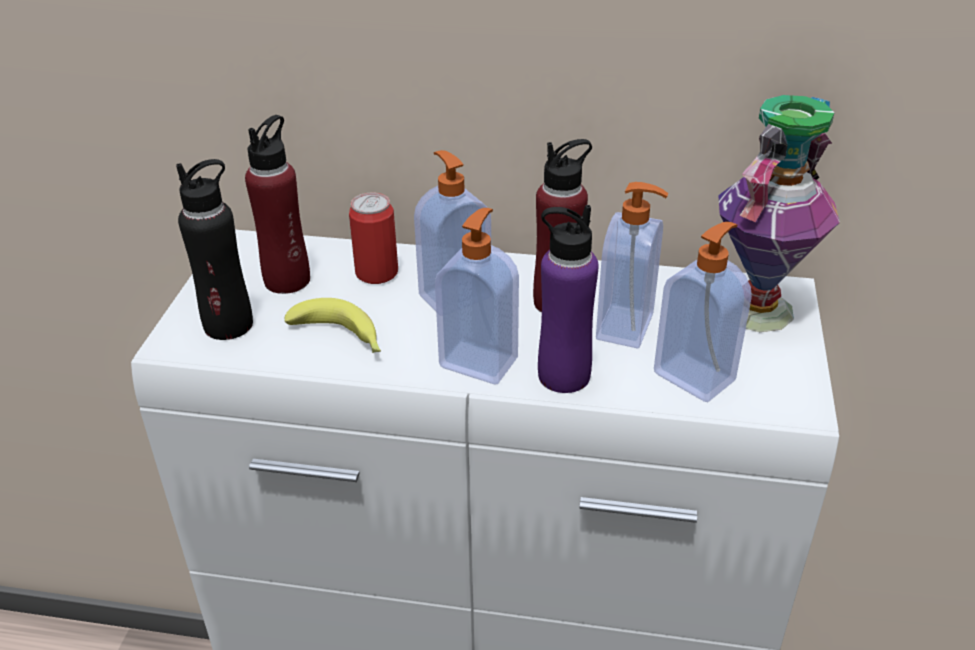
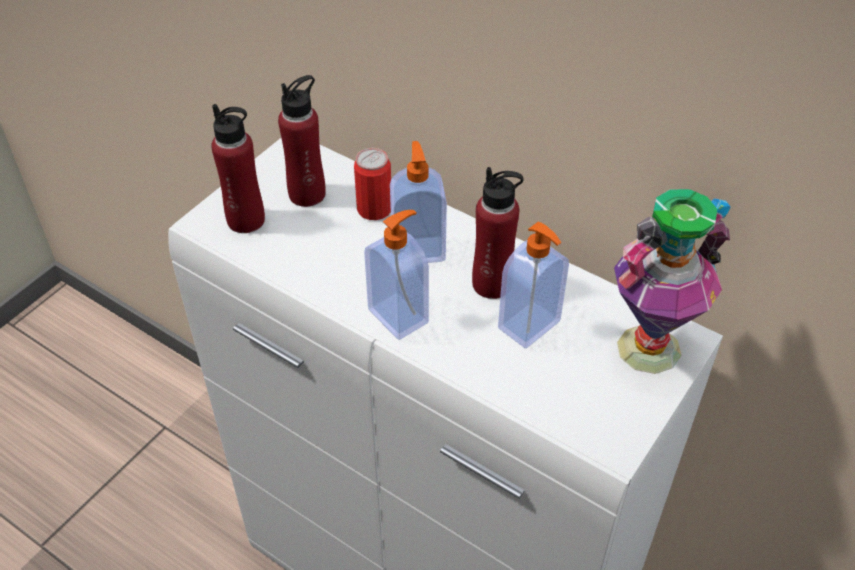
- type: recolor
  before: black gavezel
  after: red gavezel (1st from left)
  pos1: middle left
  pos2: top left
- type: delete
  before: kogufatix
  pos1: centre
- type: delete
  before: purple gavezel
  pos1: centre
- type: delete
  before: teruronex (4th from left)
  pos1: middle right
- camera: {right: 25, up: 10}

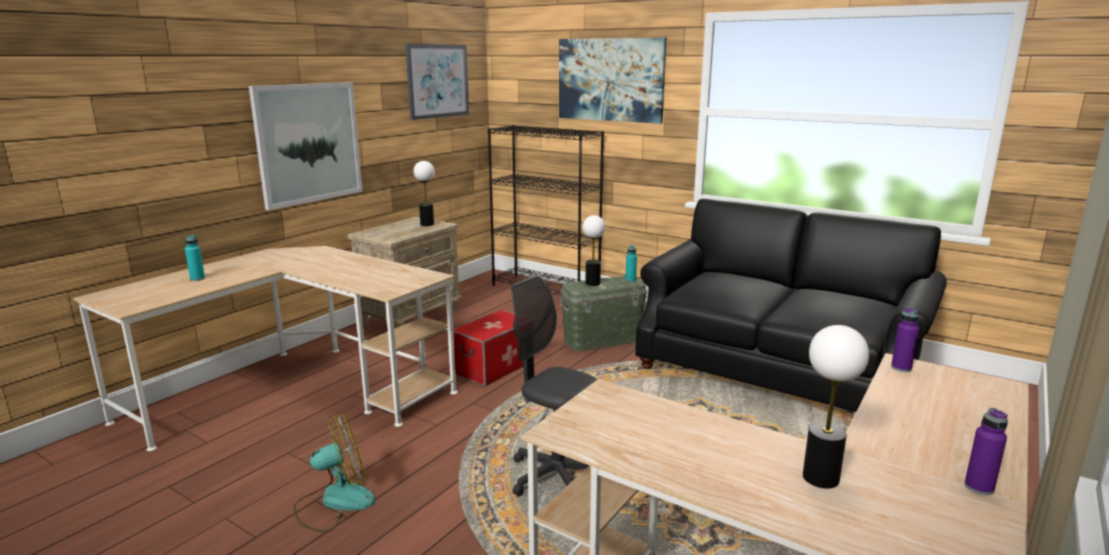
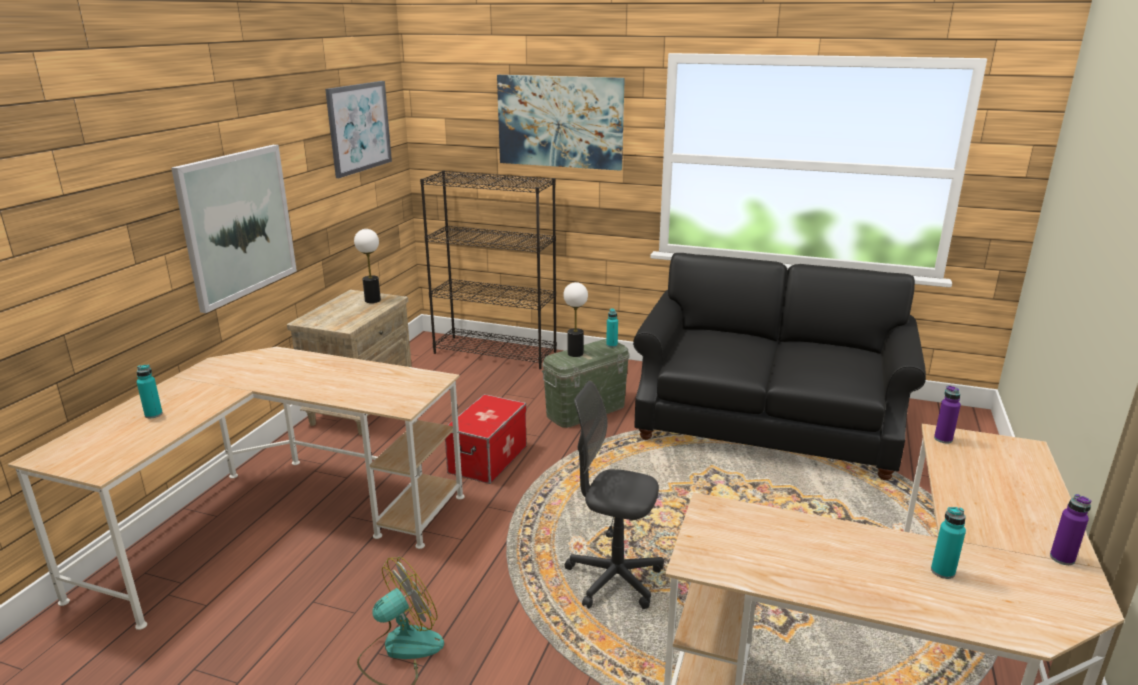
- type: replace
  before: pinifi (3rd from left)
  after: turquoise gavezel (3rd from left)
  pos1: bottom right
  pos2: bottom right
- camera: {right: -15, up: 5}

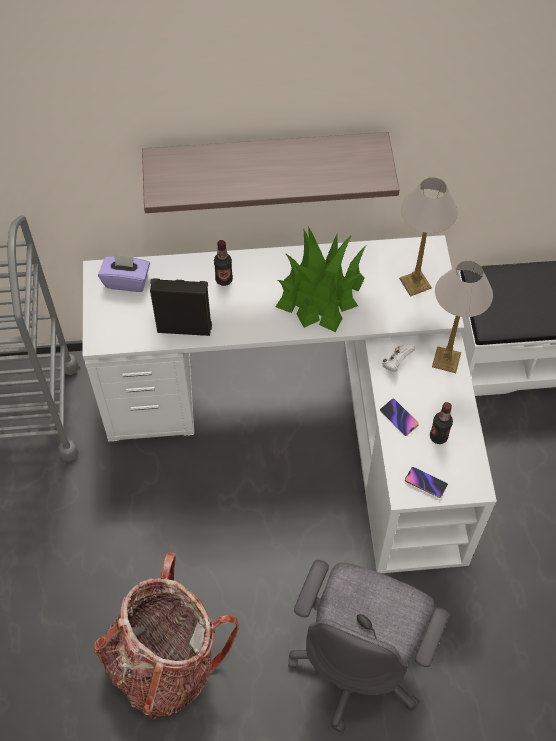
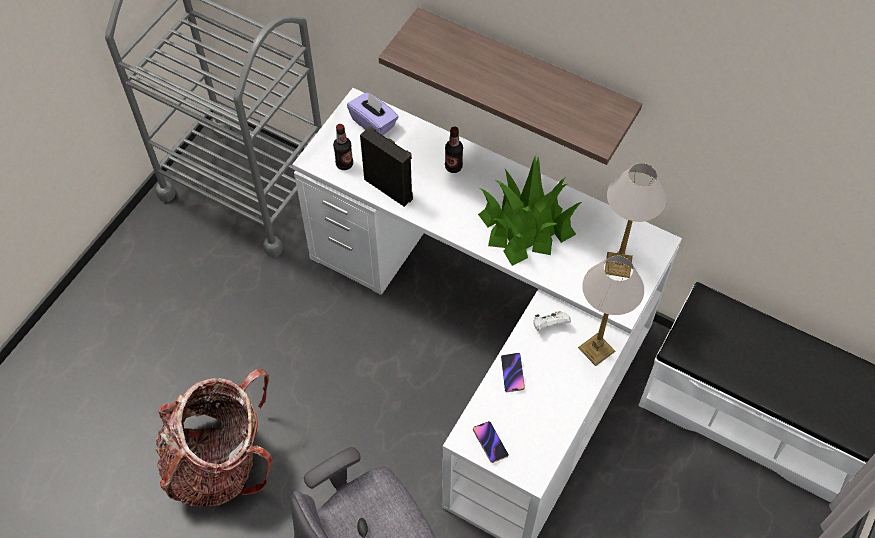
- type: move
  before: gavezel (2nd from left in the first image)
  after: gavezel (1st from left)
  pos1: middle right
  pos2: top centre
- camera: {right: 35, up: 0}

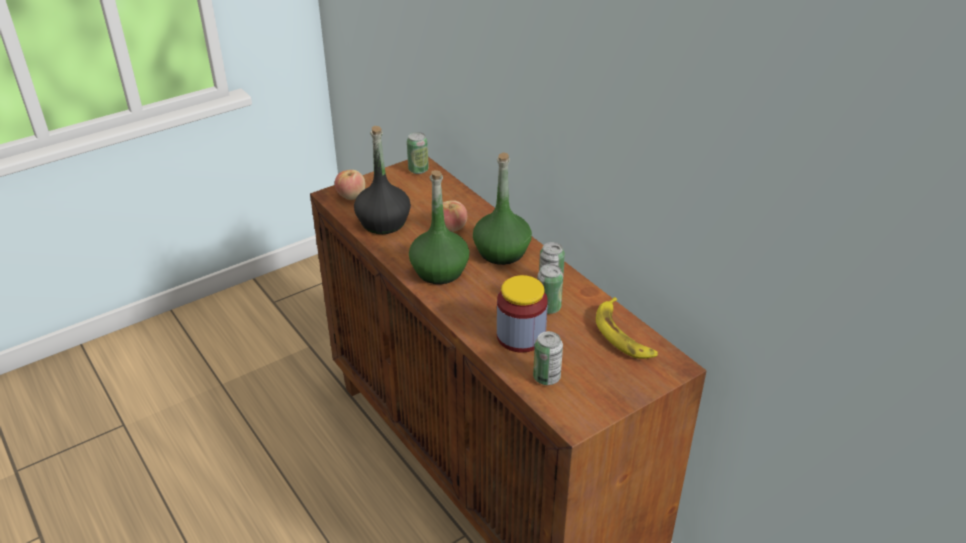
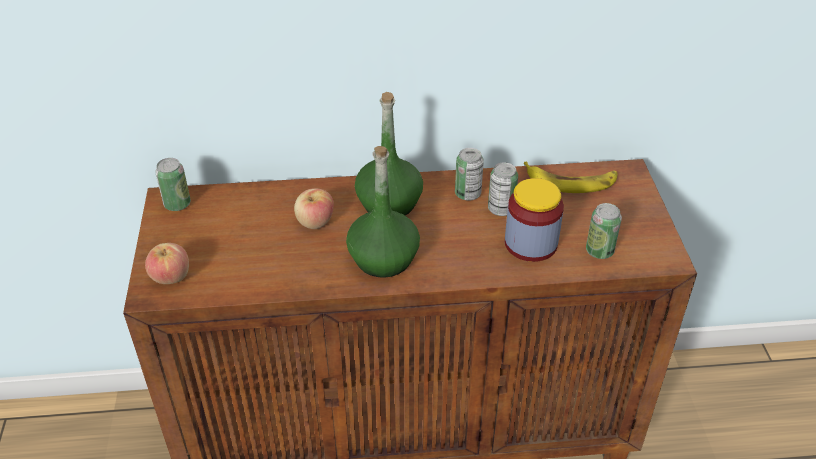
- type: delete
  before: black gavezel
  pos1: top centre
- camera: {right: -60, up: 5}

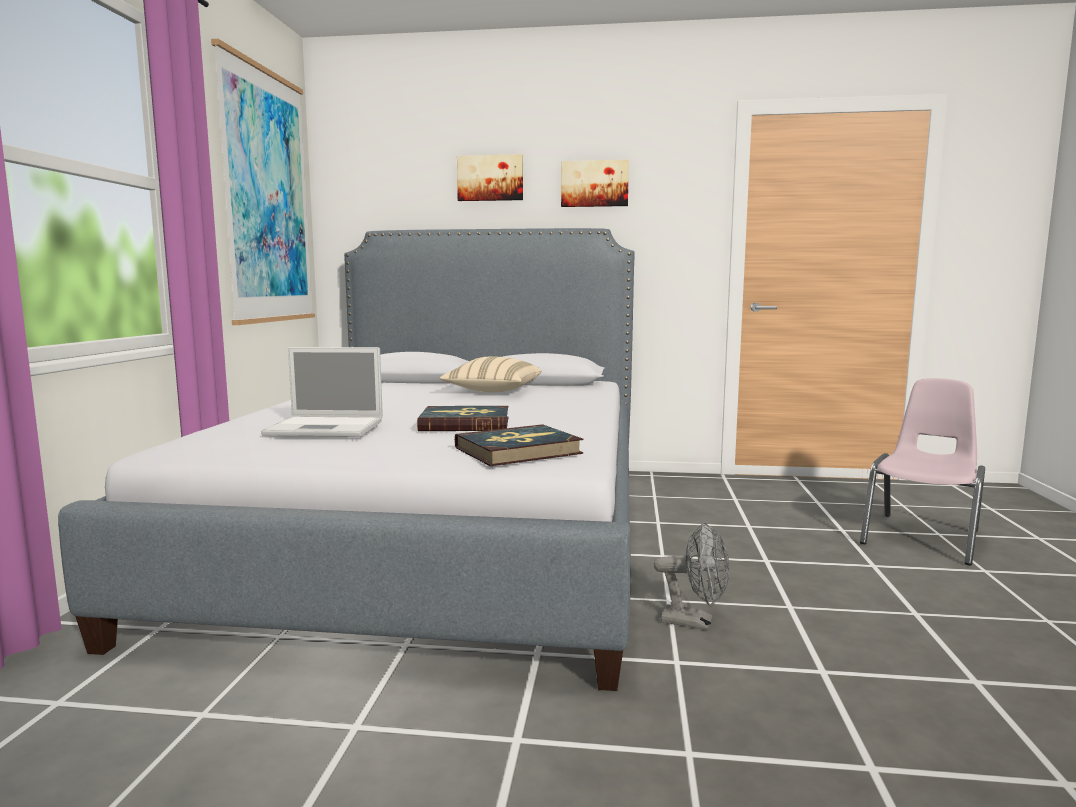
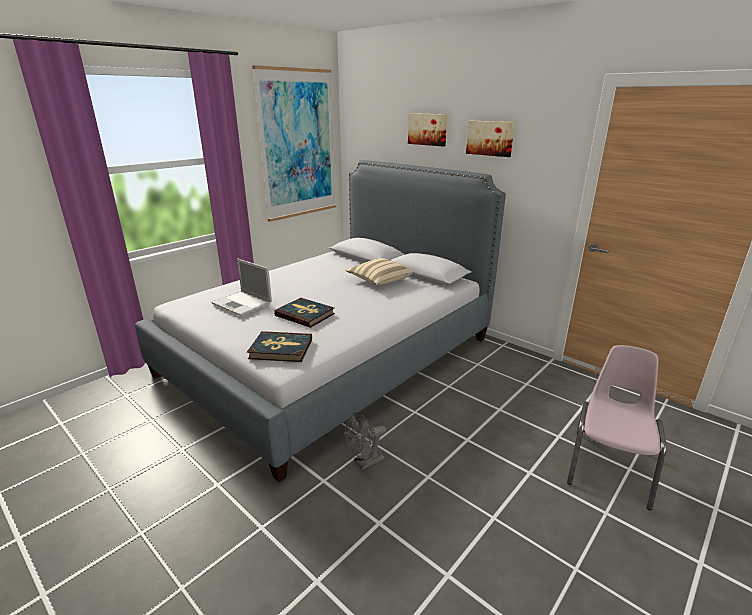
- type: rotate
  before: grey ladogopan
  pos1: bottom centre
  pos2: bottom centre
  turn: 90
- type: rotate
  before: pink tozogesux
  pos1: middle right
  pos2: bottom right
  turn: -45
- camera: {right: 35, up: 15}

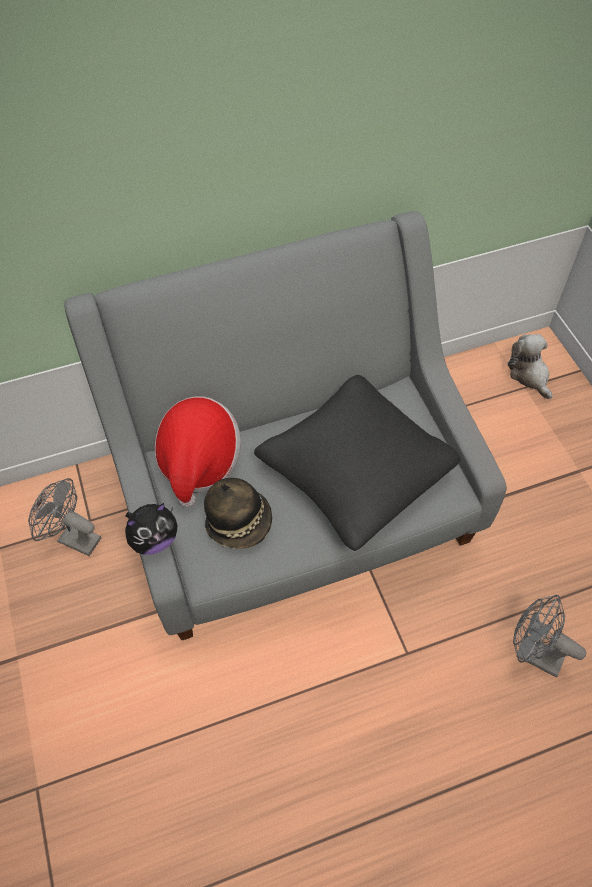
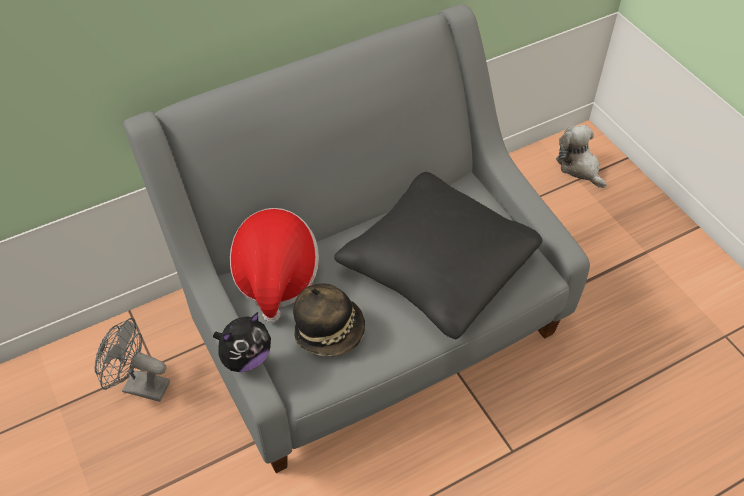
- type: delete
  before: grey ladogopan (2nd from left)
  pos1: bottom right
- camera: {right: -10, up: -5}

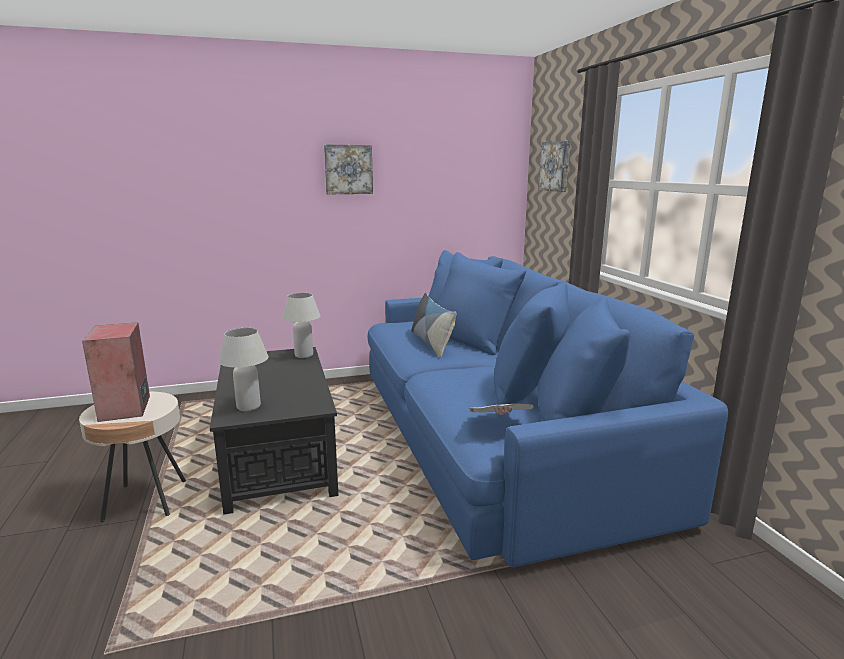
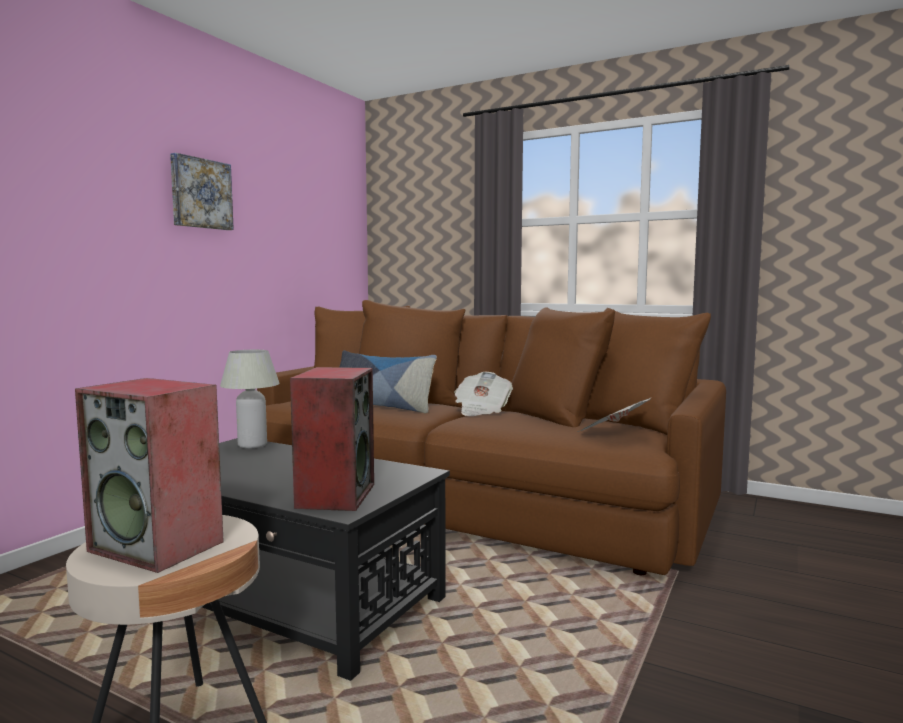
- type: replace
  before: white pinifi (1st from left)
  after: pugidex (2nd from left)
  pos1: middle left
  pos2: centre
- type: recolor
  before: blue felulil
  after: brown felulil
  pos1: centre
  pos2: centre
- type: delete
  before: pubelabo (2nd from left)
  pos1: top centre
- type: insert
  after: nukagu (1st from left)
  pos2: centre
- camera: {right: -45, up: -10}

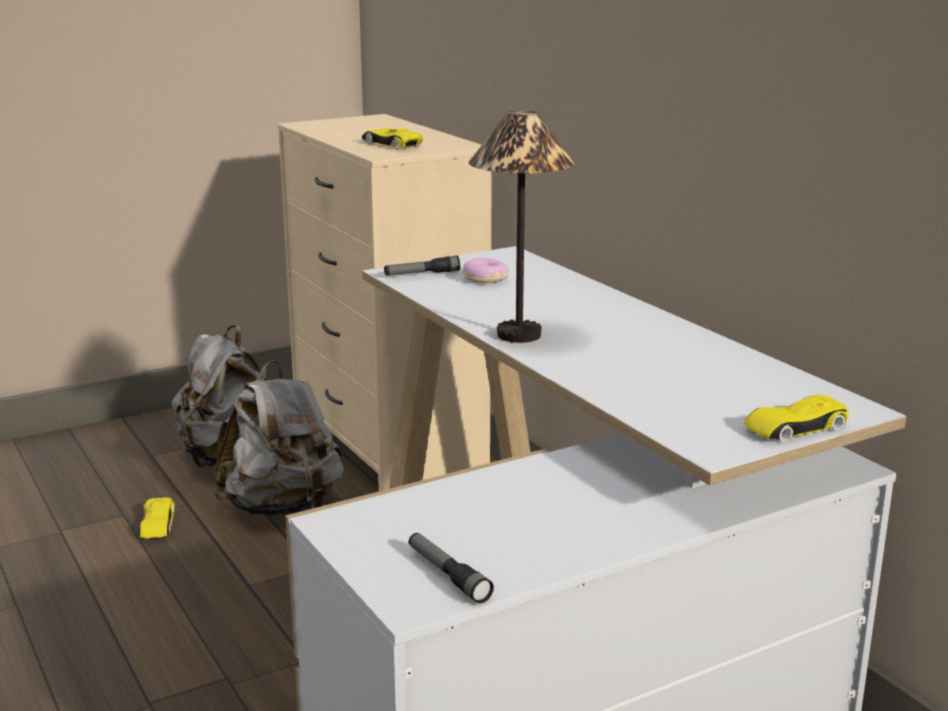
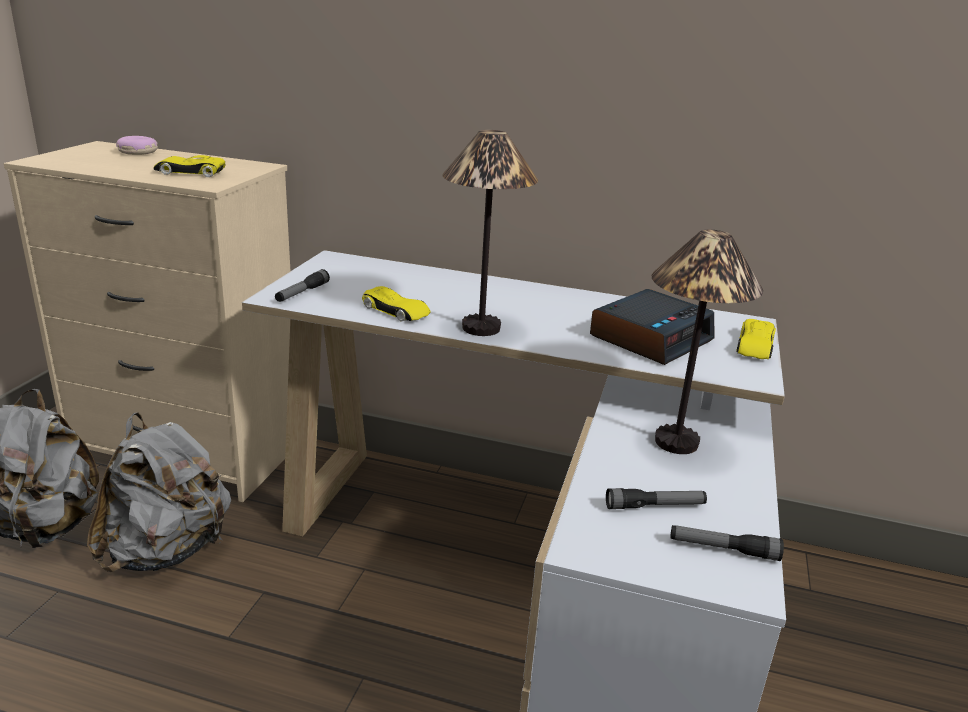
- type: move
  before: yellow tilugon (1st from left in the first image)
  after: yellow tilugon (2nd from left)
  pos1: bottom left
  pos2: centre
- type: move
  before: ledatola
  pos1: centre
  pos2: top left
- type: insert
  after: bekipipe
  pos2: middle right
- type: insert
  after: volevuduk (2nd from left)
  pos2: bottom right
- type: insert
  after: pinifi (2nd from left)
  pos2: middle right
- camera: {right: -45, up: 5}

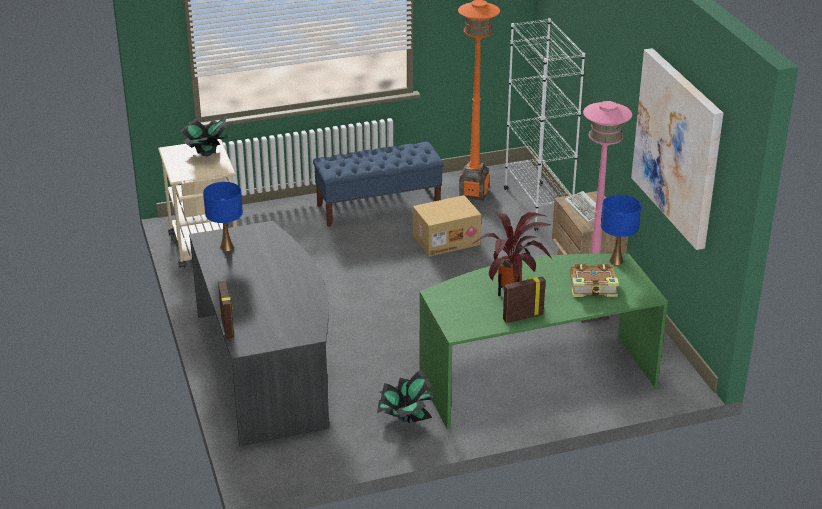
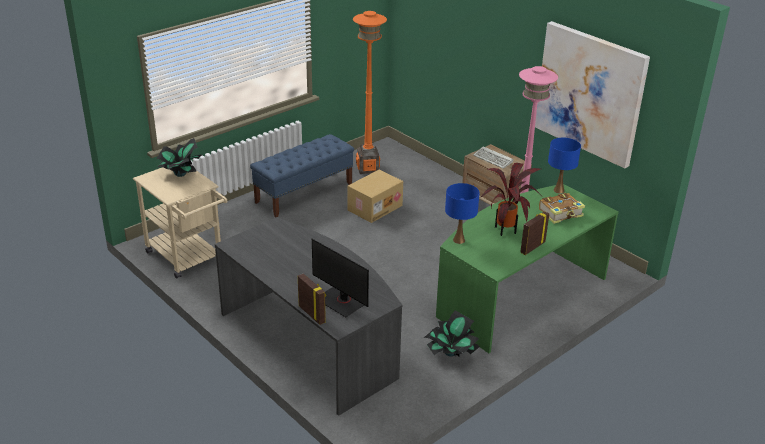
- type: move
  before: blue pinifi (1st from left)
  pos1: middle left
  pos2: centre
- type: delete
  before: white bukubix
  pos1: top centre
- type: insert
  after: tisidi
  pos2: centre
- camera: {right: -25, up: 0}

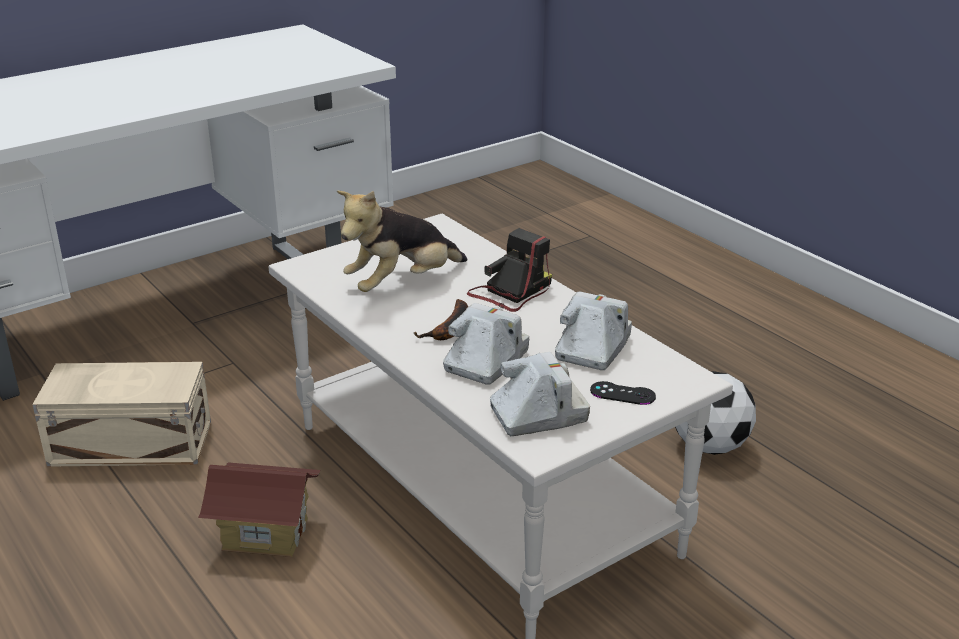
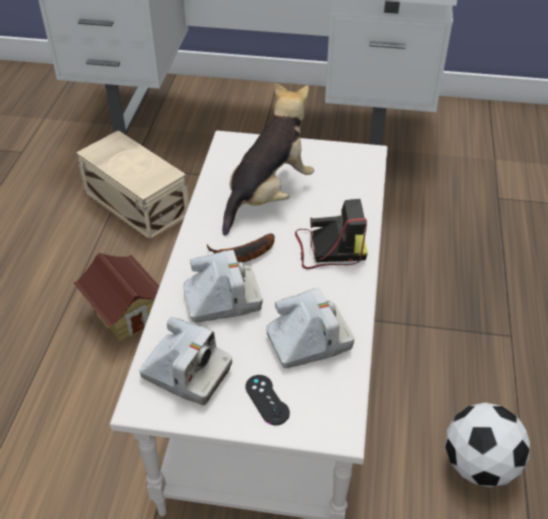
- type: rotate
  before: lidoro
  pos1: centre
  pos2: top centre
  turn: 120
- camera: {right: 45, up: 15}

